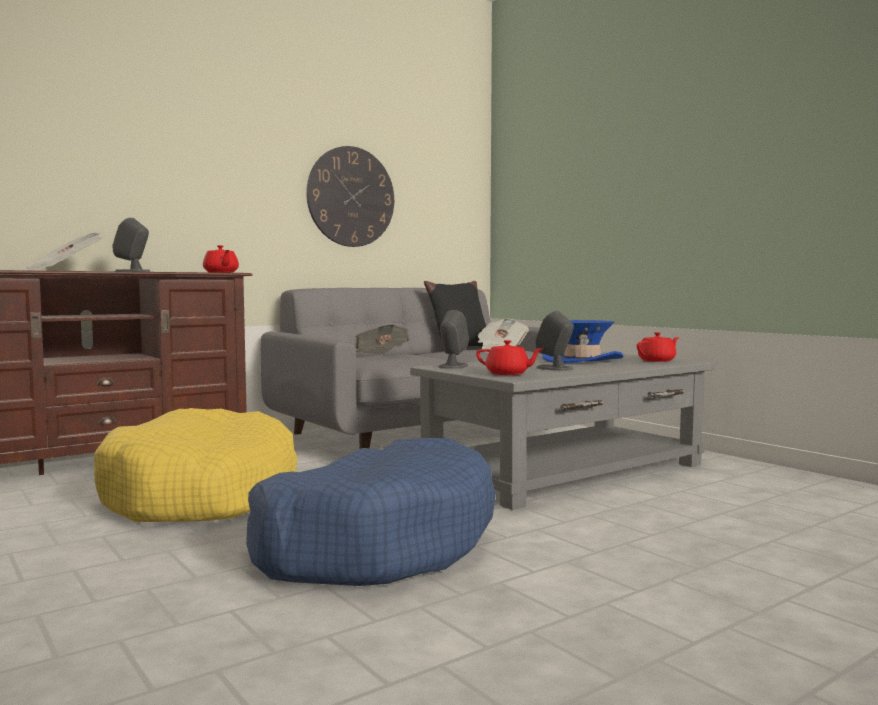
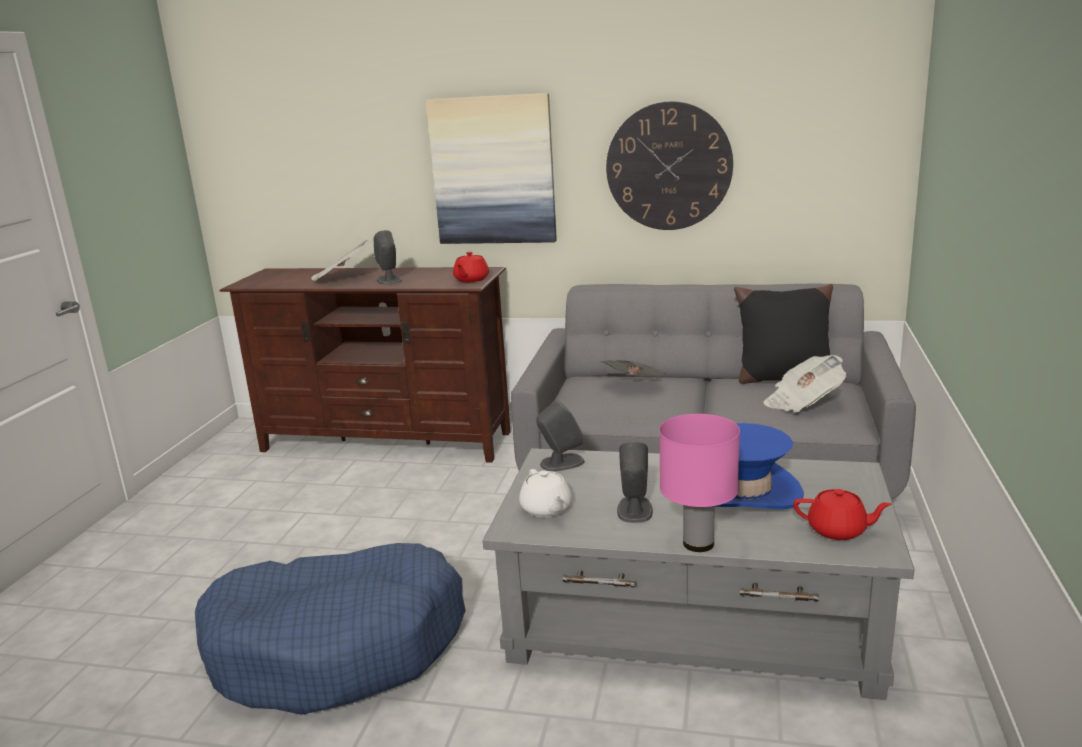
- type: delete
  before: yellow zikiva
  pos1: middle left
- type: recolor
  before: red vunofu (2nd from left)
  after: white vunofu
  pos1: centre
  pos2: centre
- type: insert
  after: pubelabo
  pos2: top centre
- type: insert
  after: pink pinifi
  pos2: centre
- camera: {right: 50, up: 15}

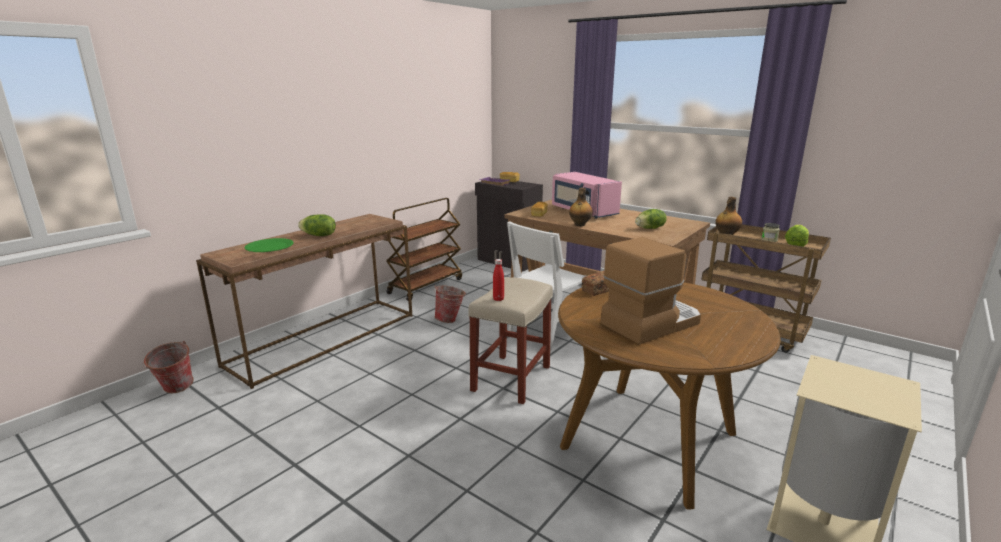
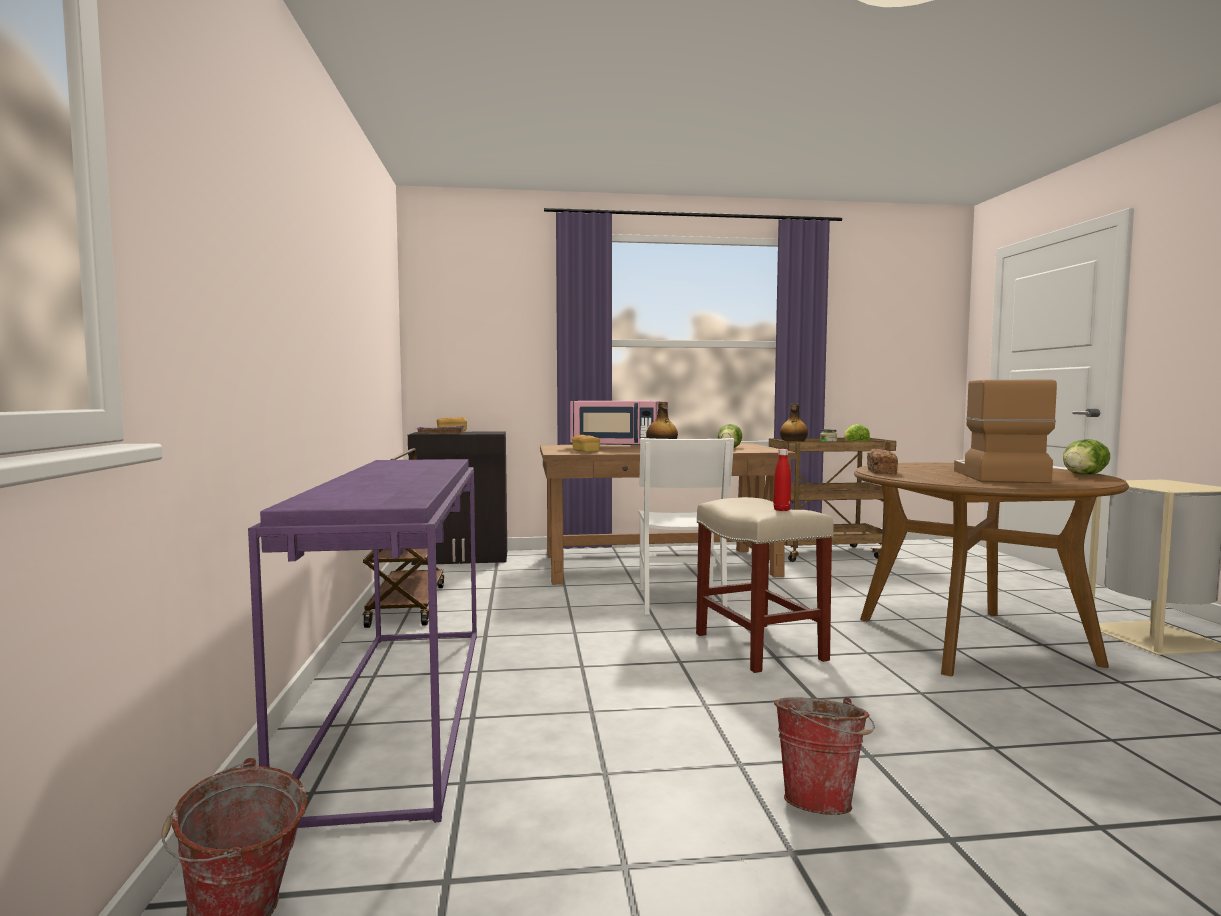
- type: recolor
  before: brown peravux
  after: purple peravux
  pos1: middle left
  pos2: bottom left
- type: delete
  before: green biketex
  pos1: middle left
- type: move
  before: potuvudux (1st from left in the first image)
  after: potuvudux (3rd from left)
  pos1: middle left
  pos2: middle right
- type: move
  before: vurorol (2nd from left)
  pos1: centre
  pos2: bottom right
- camera: {right: -45, up: -15}

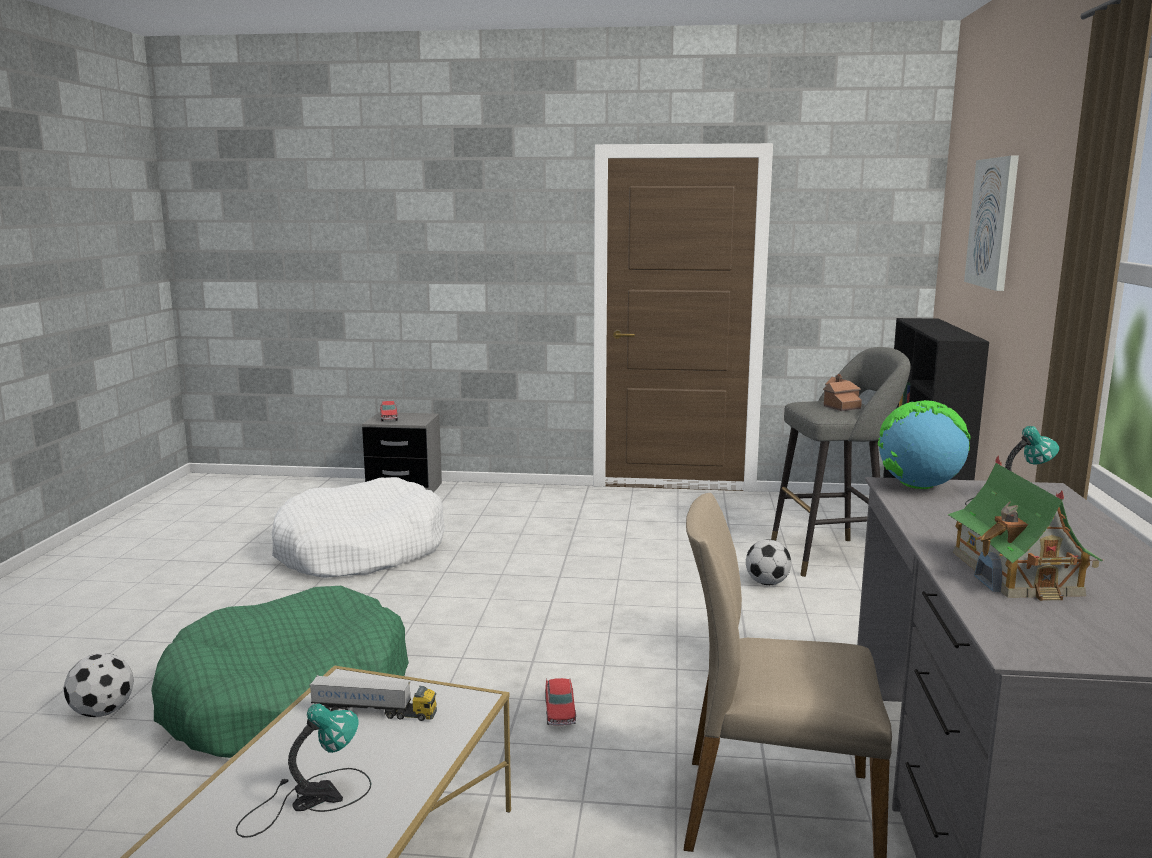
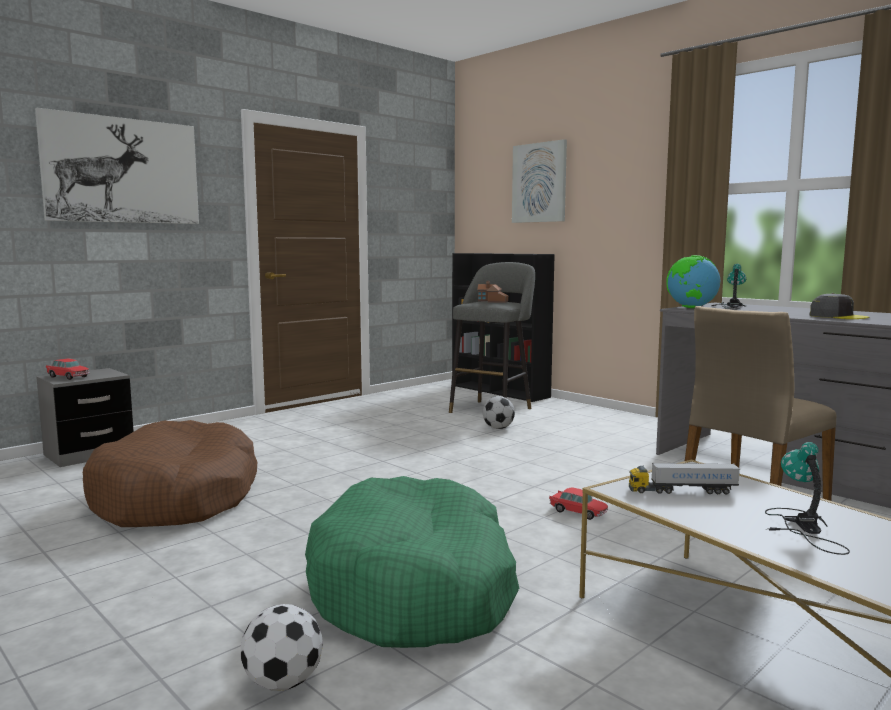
- type: recolor
  before: white zikiva
  after: brown zikiva
  pos1: middle left
  pos2: middle left
- type: rotate
  before: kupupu
  pos1: bottom left
  pos2: bottom right
  turn: -135
- type: replace
  before: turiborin (2nd from left)
  after: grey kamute
  pos1: middle right
  pos2: middle right
- type: insert
  after: pubelabo (1st from left)
  pos2: top left
- camera: {right: -50, up: -5}

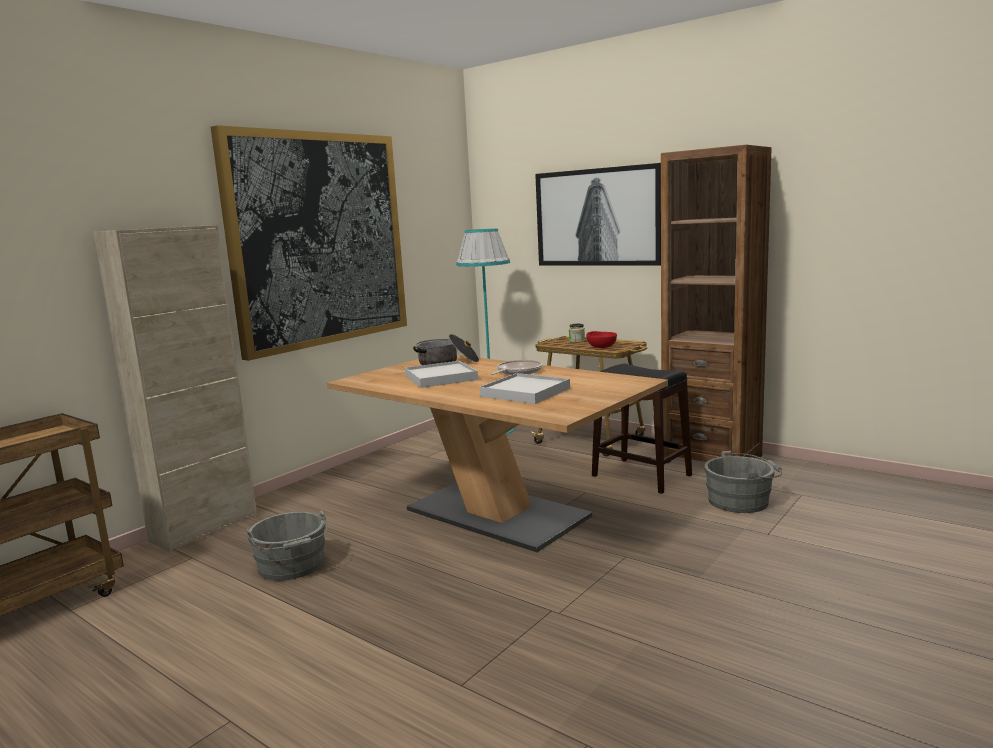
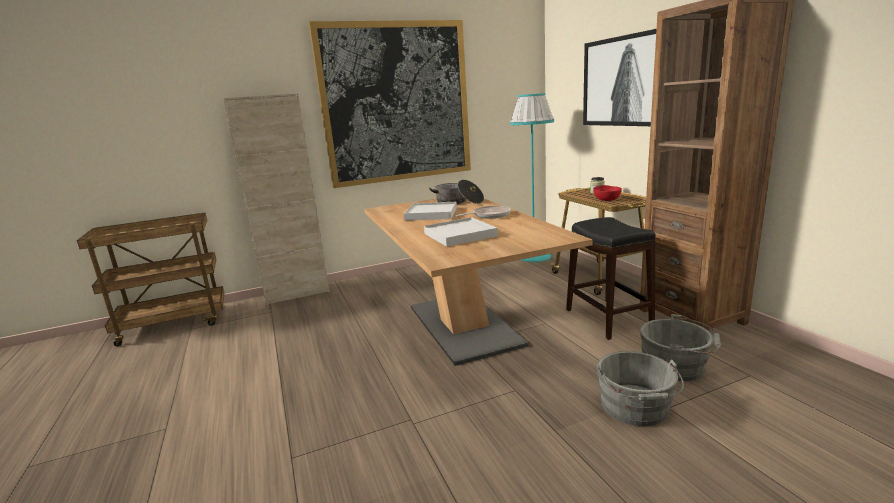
- type: move
  before: grey vurorol (1st from left)
  pos1: bottom left
  pos2: bottom right
- camera: {right: 30, up: 5}

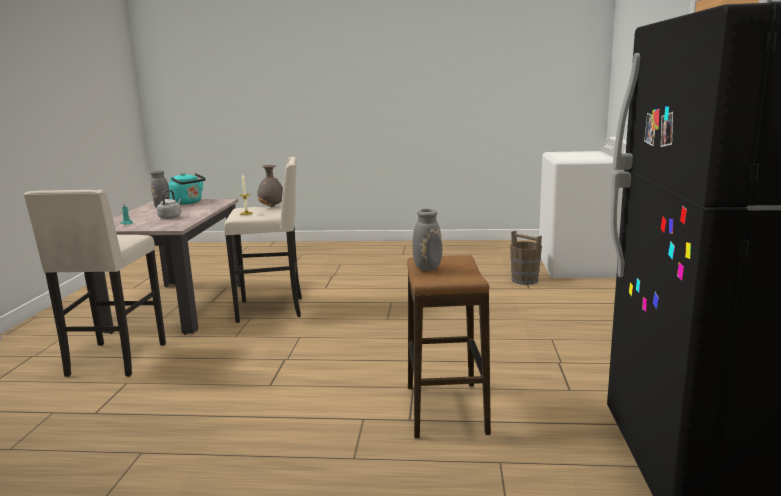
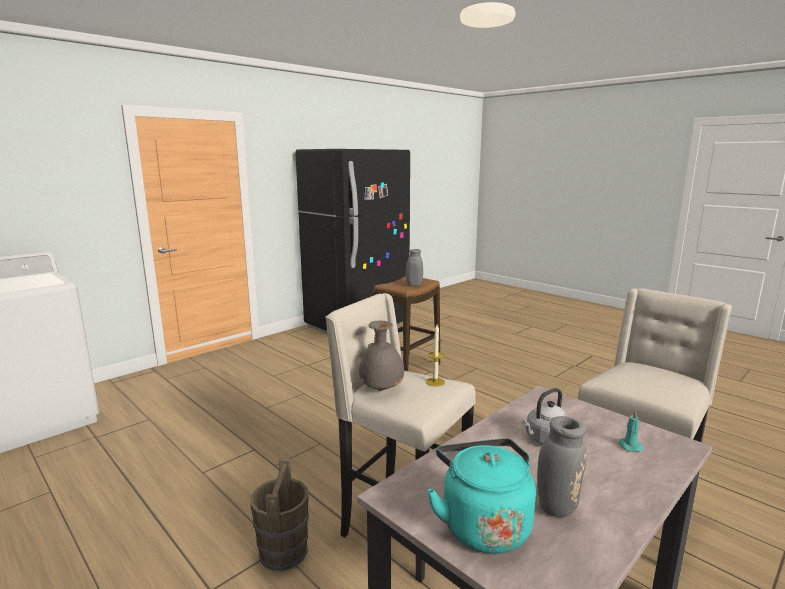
- type: move
  before: brown vurorol
  pos1: middle right
  pos2: bottom centre
- camera: {right: -140, up: 0}

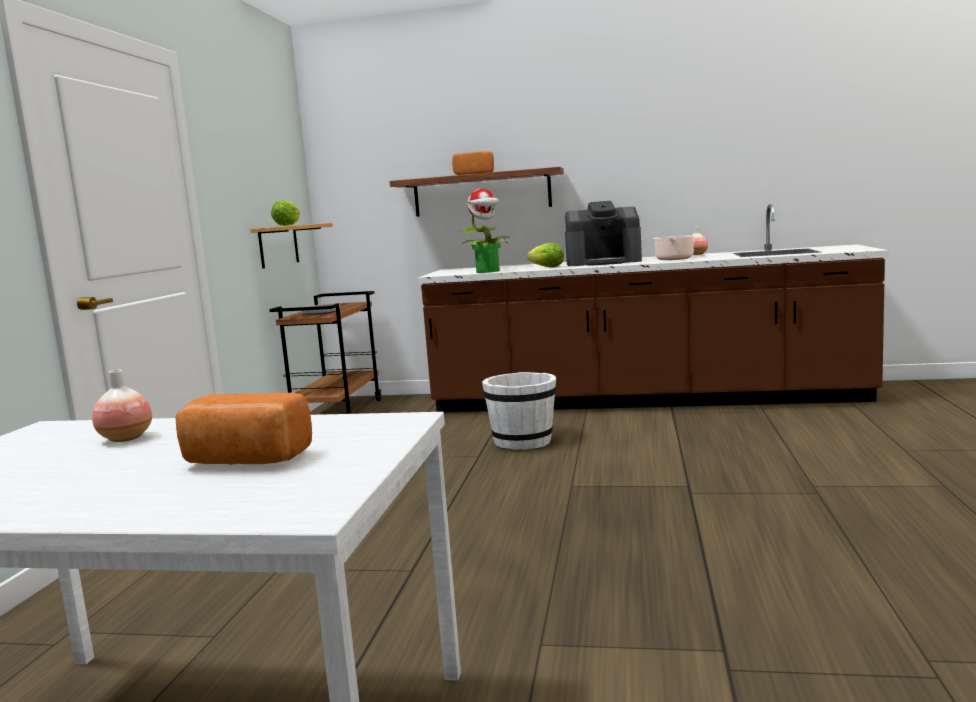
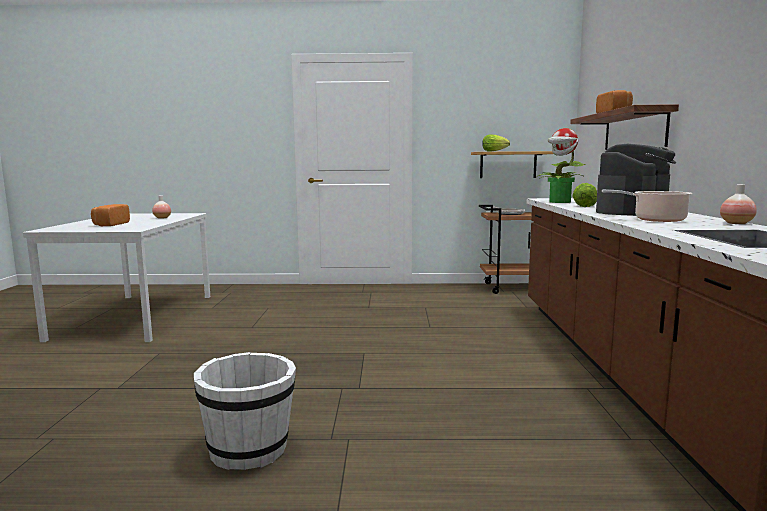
- type: move
  before: white vurorol
  pos1: centre
  pos2: bottom left
- type: rotate
  before: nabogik
  pos1: top centre
  pos2: middle right
  turn: -135
- camera: {right: 80, up: 0}

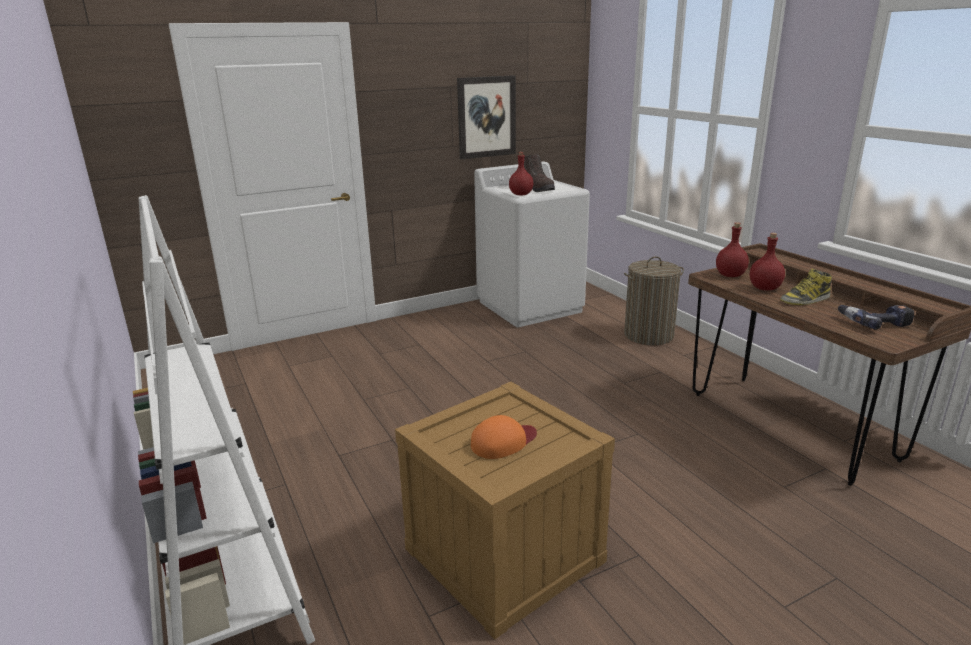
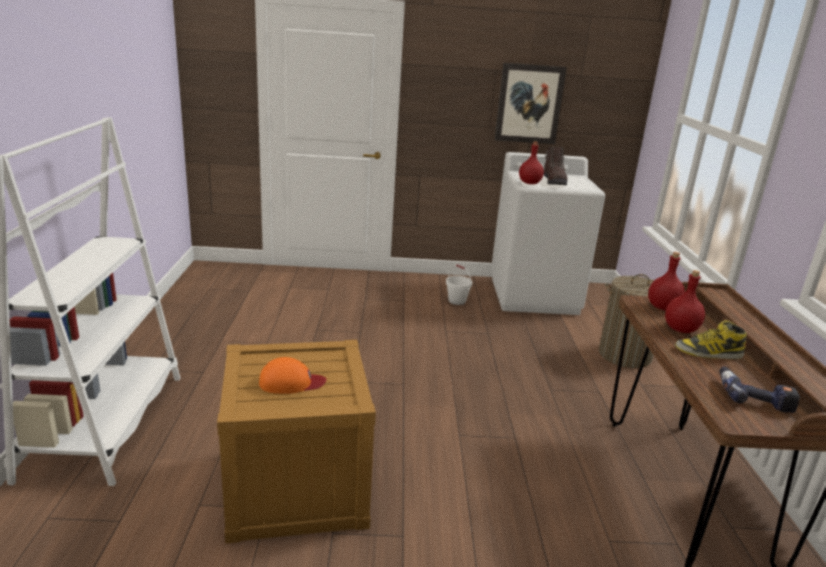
- type: insert
  after: white vurorol
  pos2: centre
- camera: {right: 25, up: 0}

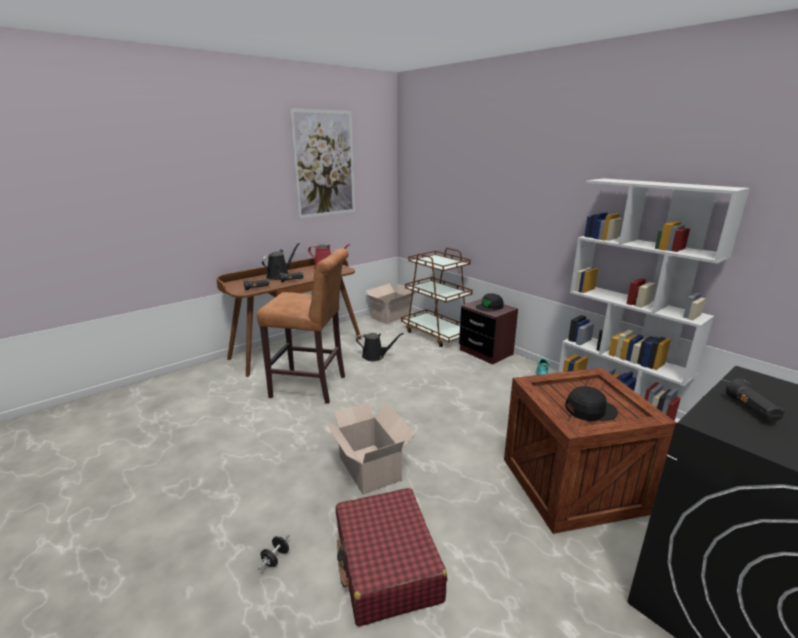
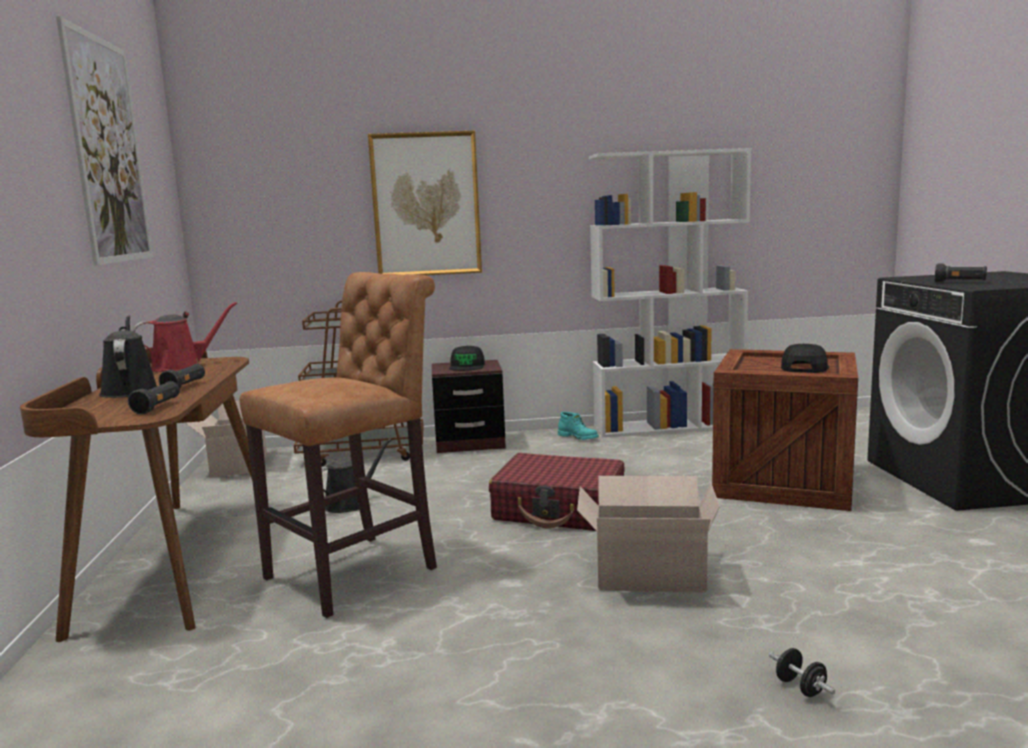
- type: move
  before: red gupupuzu
  pos1: bottom centre
  pos2: centre
- type: insert
  after: pubelabo (2nd from left)
  pos2: top centre
- camera: {right: -55, up: -10}

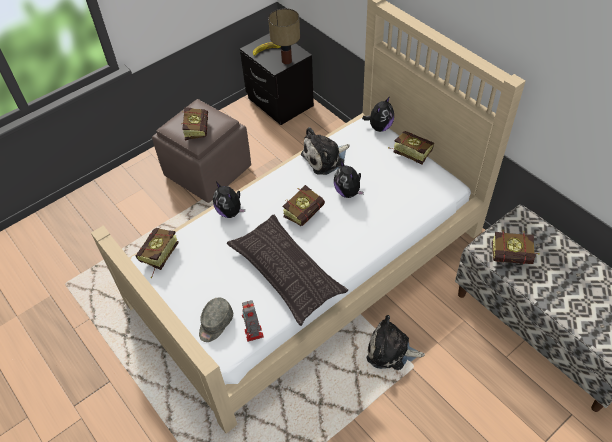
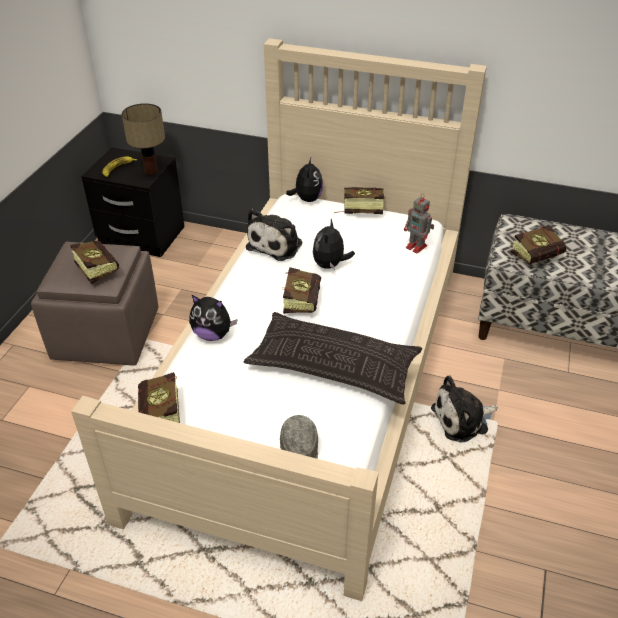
- type: move
  before: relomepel
  pos1: bottom centre
  pos2: middle right
- type: rotate
  before: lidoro (3rd from left in the first image)
  pos1: centre
  pos2: centre
  turn: 75
- camera: {right: -35, up: -10}

